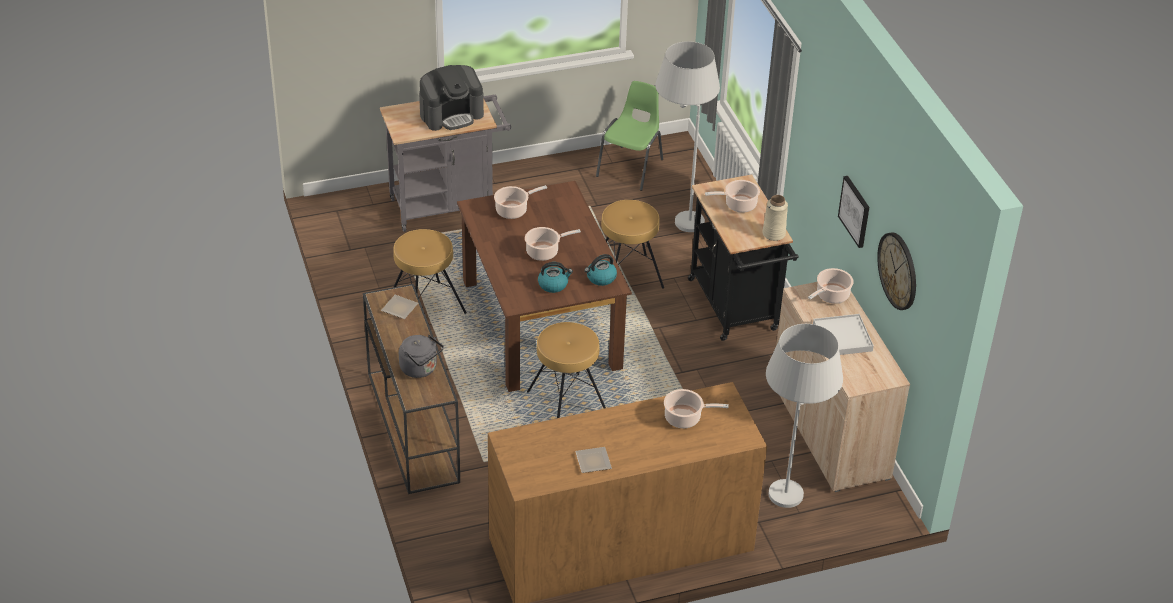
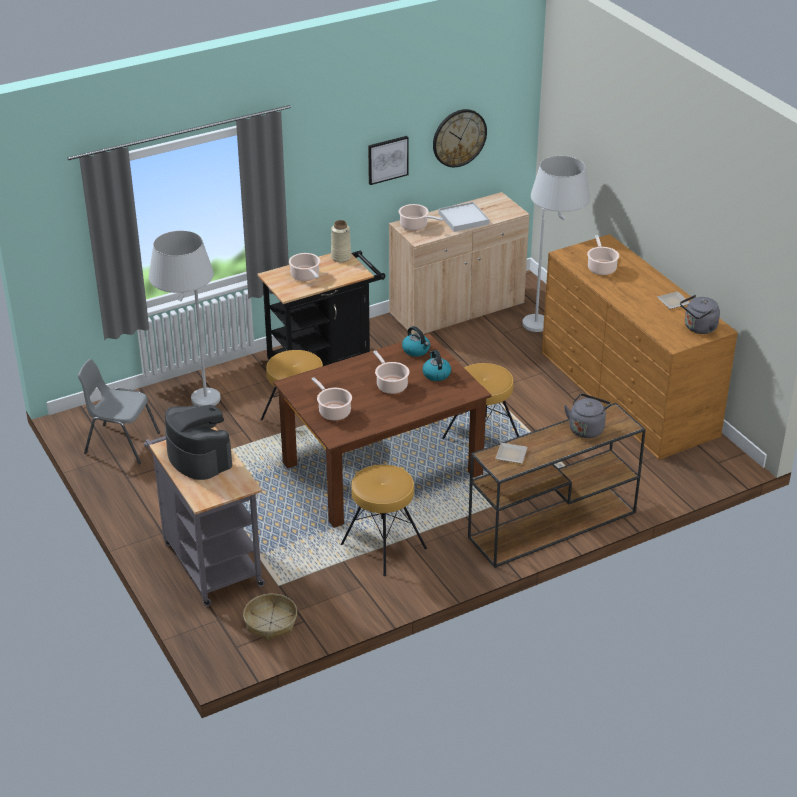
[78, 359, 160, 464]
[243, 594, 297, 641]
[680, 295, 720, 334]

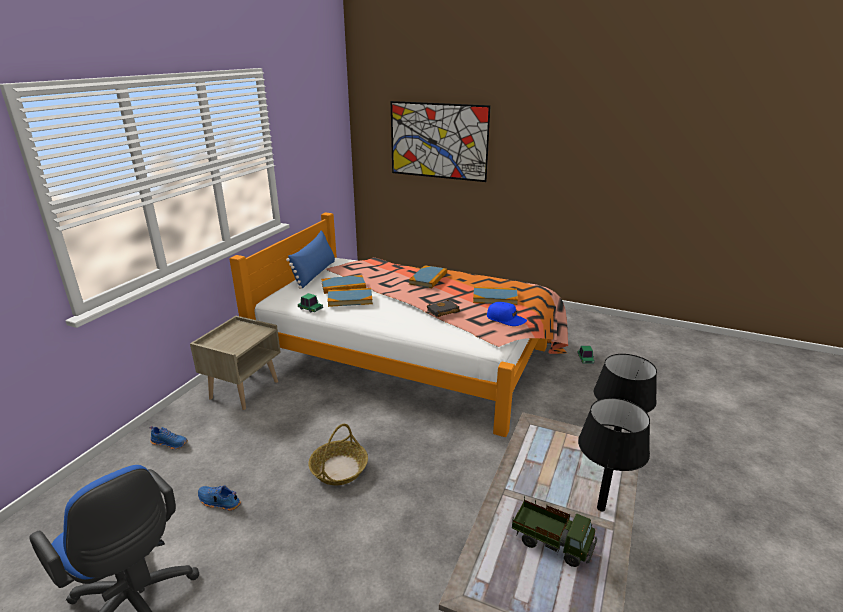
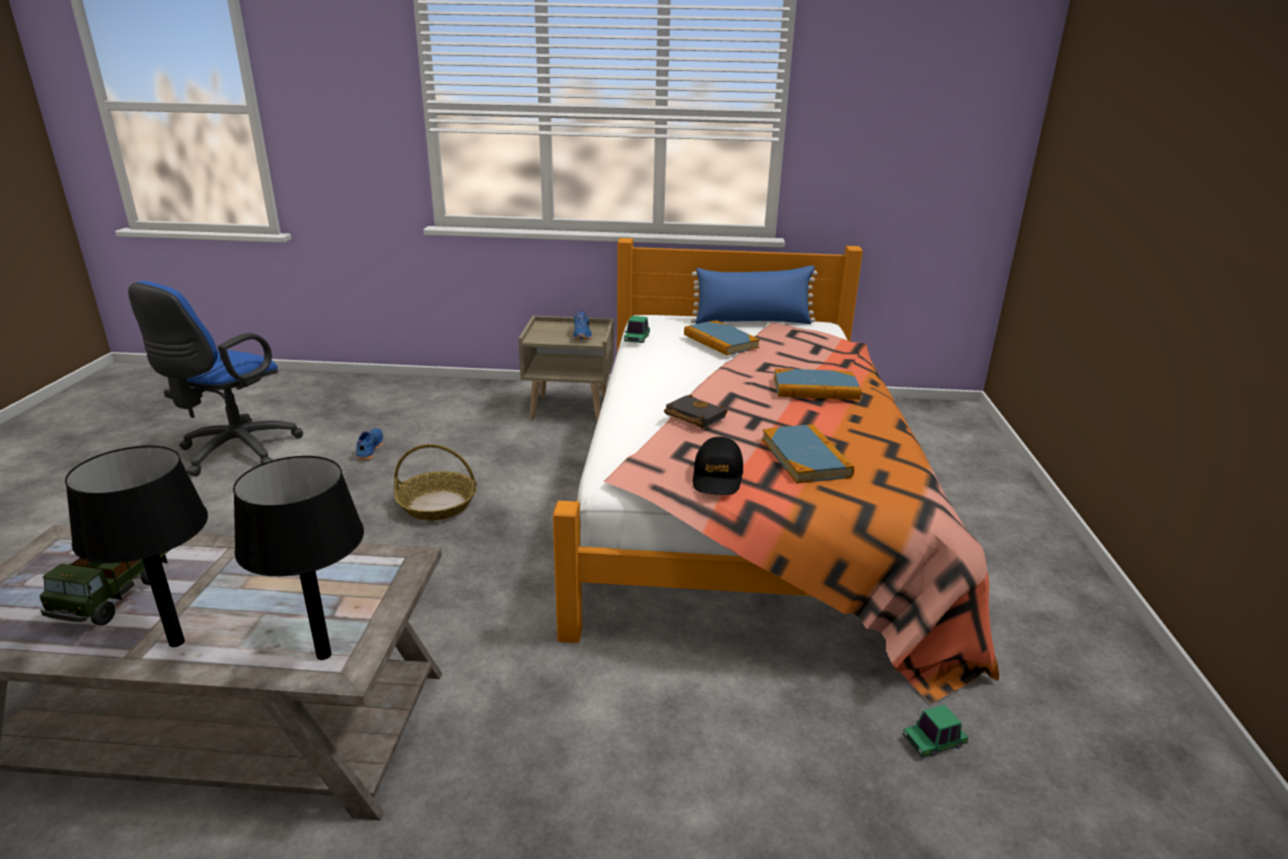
[573, 309, 592, 340]
[328, 288, 373, 307] (first image)
[391, 101, 491, 182] (first image)
[693, 437, 743, 495]

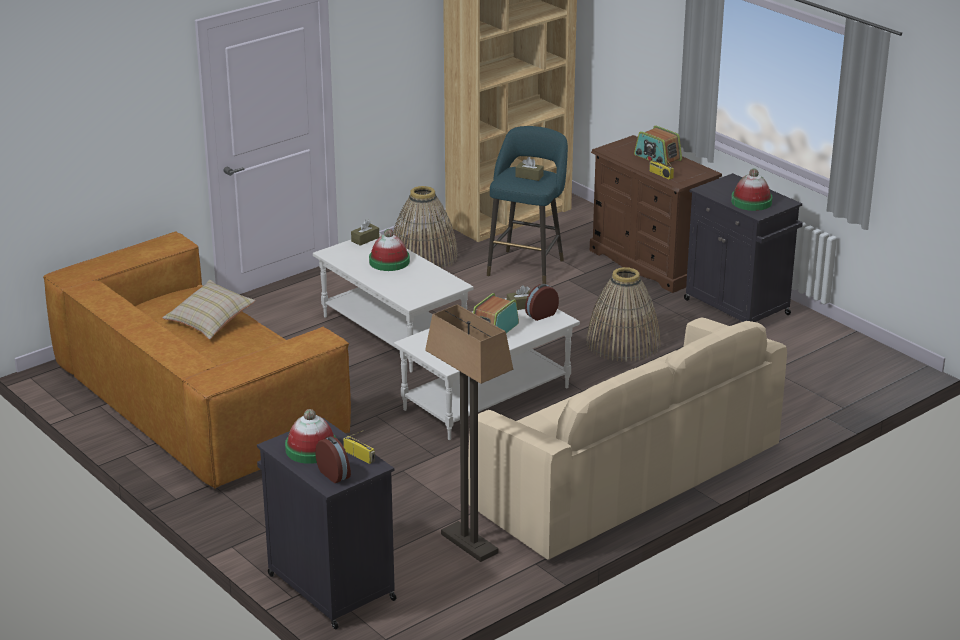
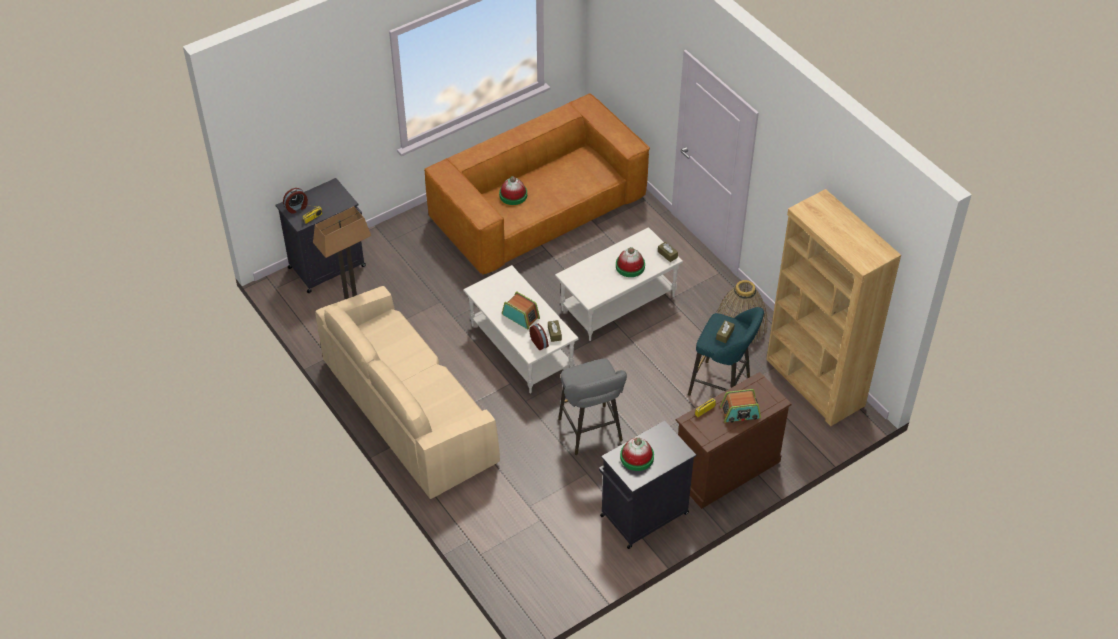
[163, 280, 255, 340] (first image)
[499, 176, 527, 205]
[558, 359, 627, 455]
[720, 389, 761, 423]

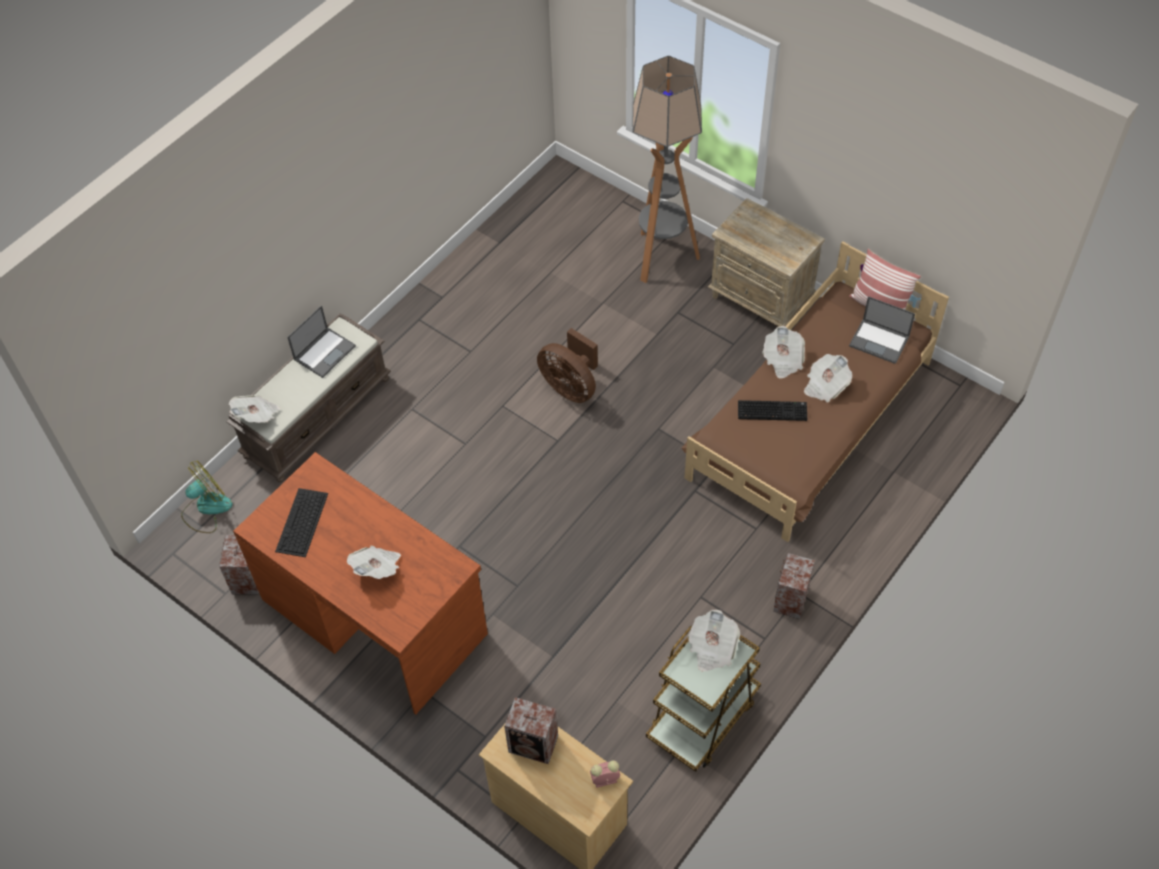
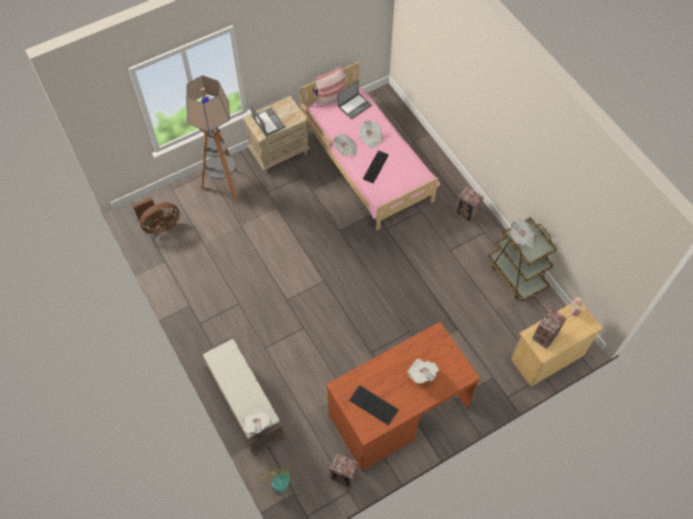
[250, 104, 285, 136]
[133, 197, 180, 234]
[300, 62, 440, 231]

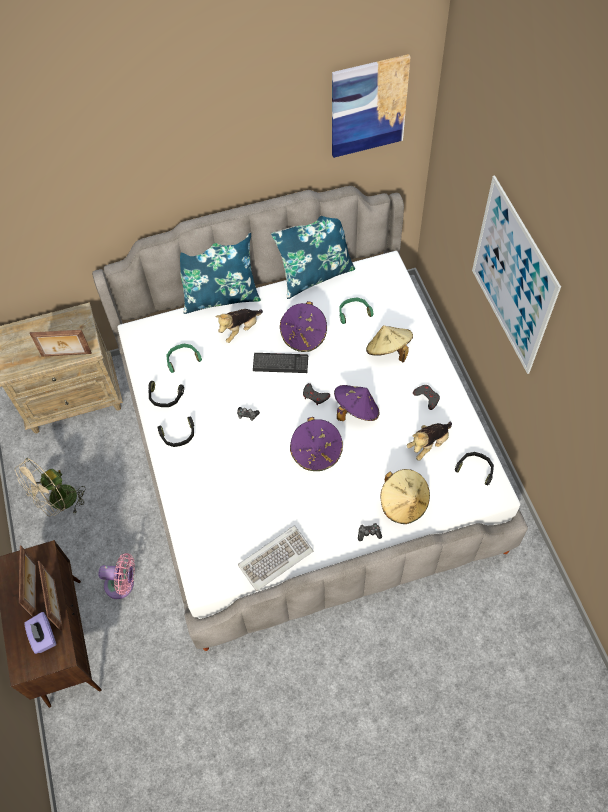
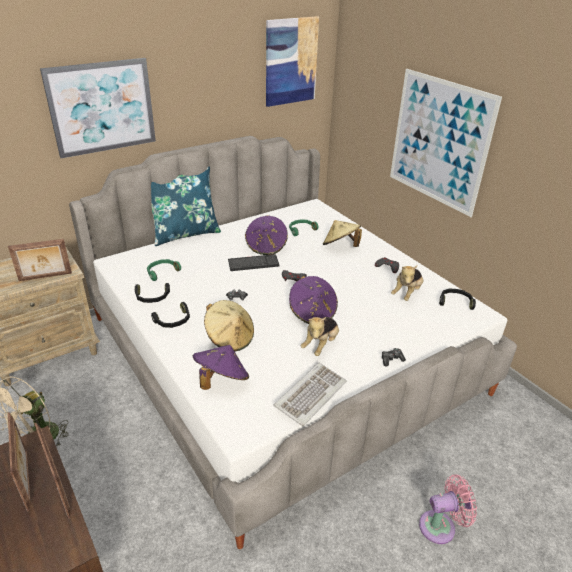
[24, 612, 56, 654] (first image)
[419, 474, 477, 544]
[301, 317, 339, 356]
[271, 216, 355, 299] (first image)
[193, 345, 249, 390]
[204, 300, 254, 352]
[40, 58, 156, 159]

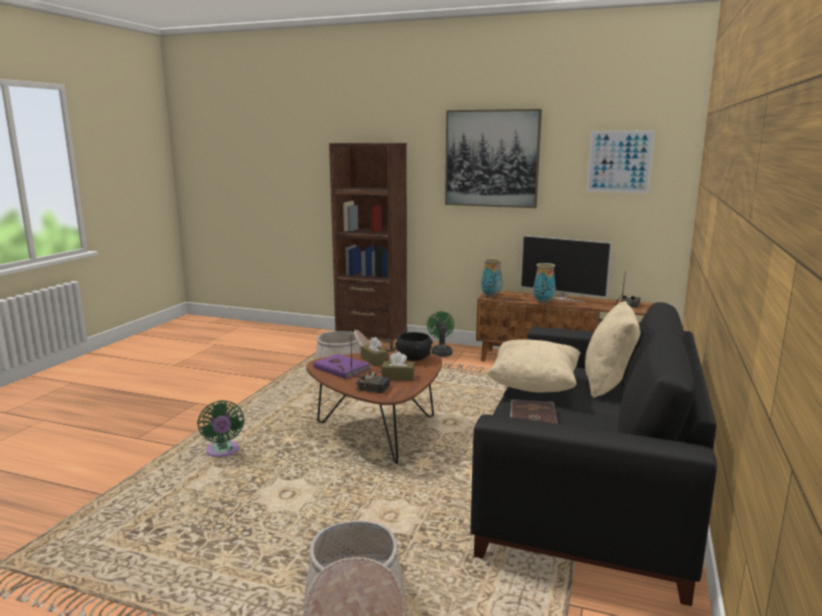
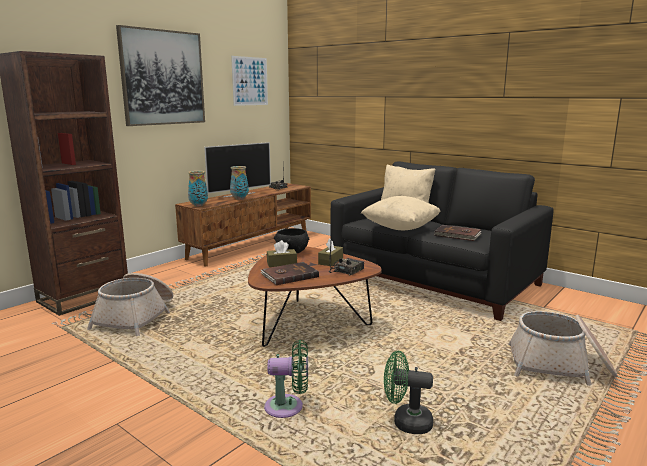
[261, 262, 319, 285]
[384, 351, 433, 434]

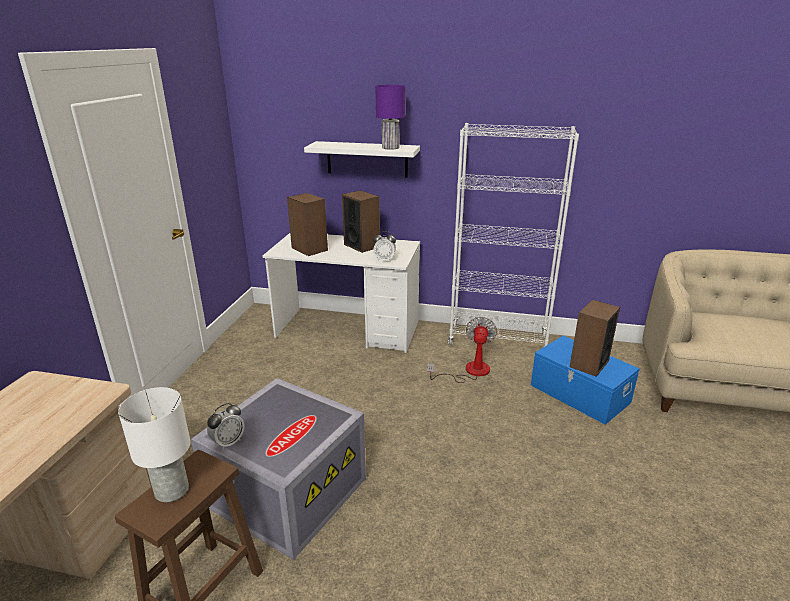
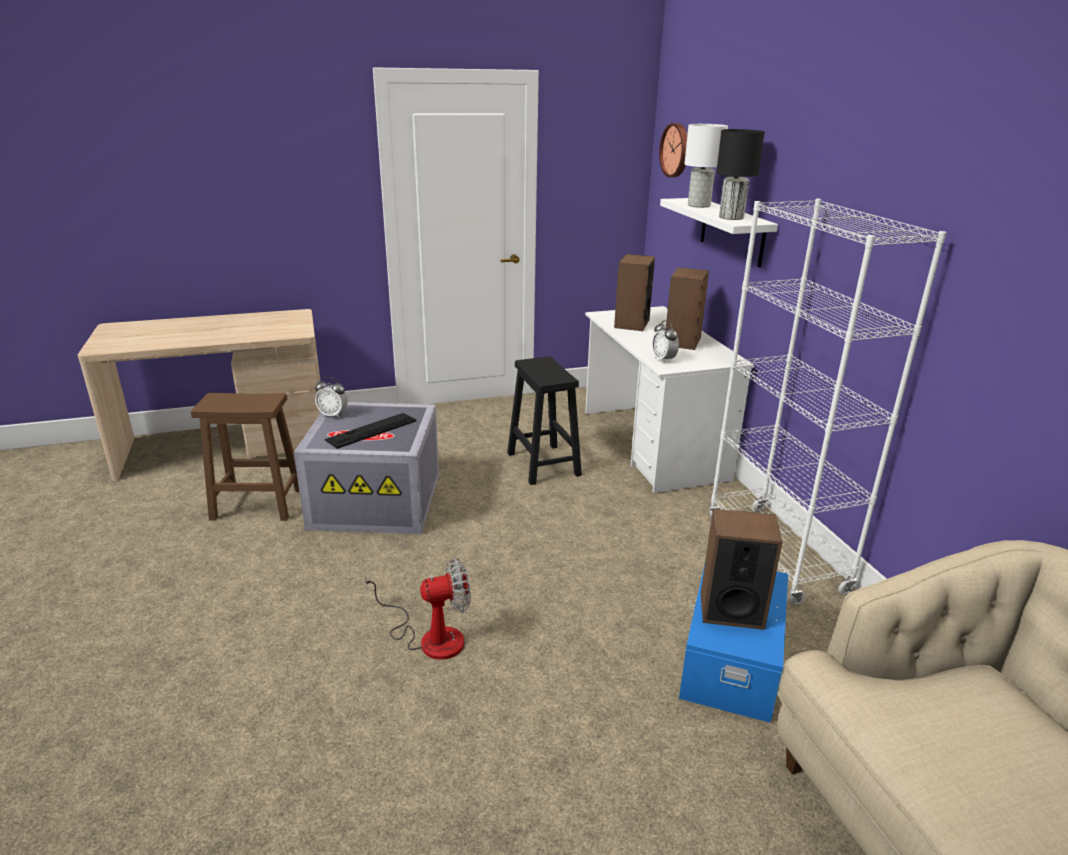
[685, 124, 728, 208]
[716, 129, 765, 220]
[365, 558, 471, 660]
[324, 413, 417, 449]
[507, 356, 582, 485]
[659, 123, 687, 177]

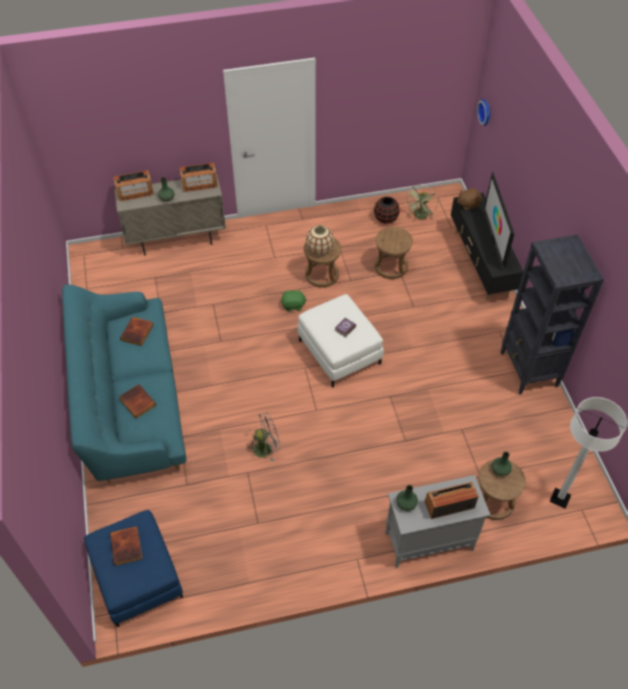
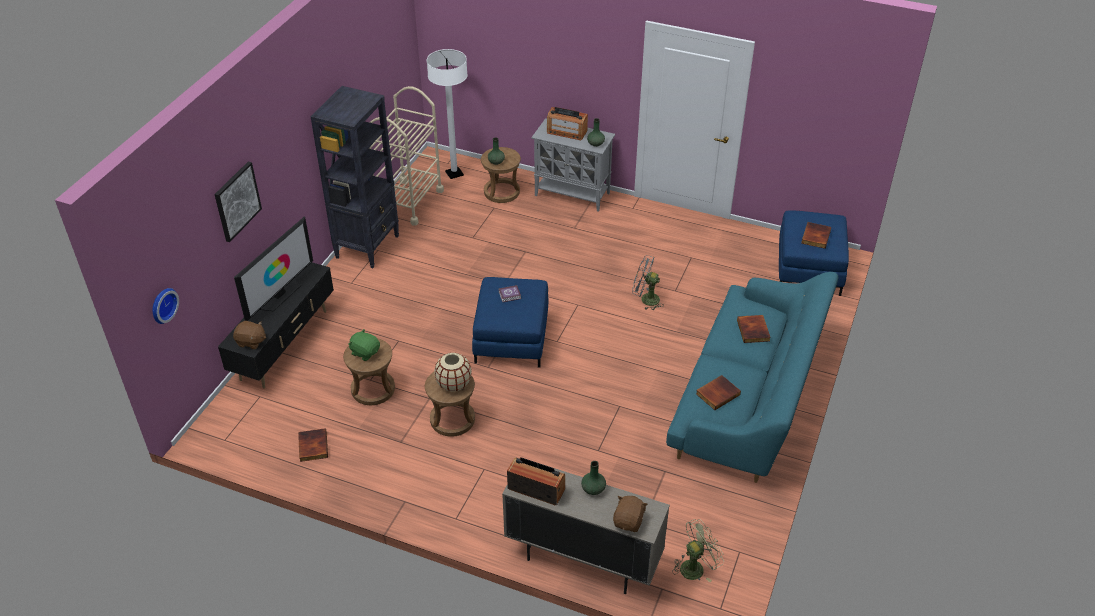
[613, 496, 648, 532]
[348, 329, 380, 361]
[472, 277, 548, 368]
[298, 428, 328, 462]
[672, 519, 724, 582]
[214, 161, 262, 242]
[369, 86, 444, 226]

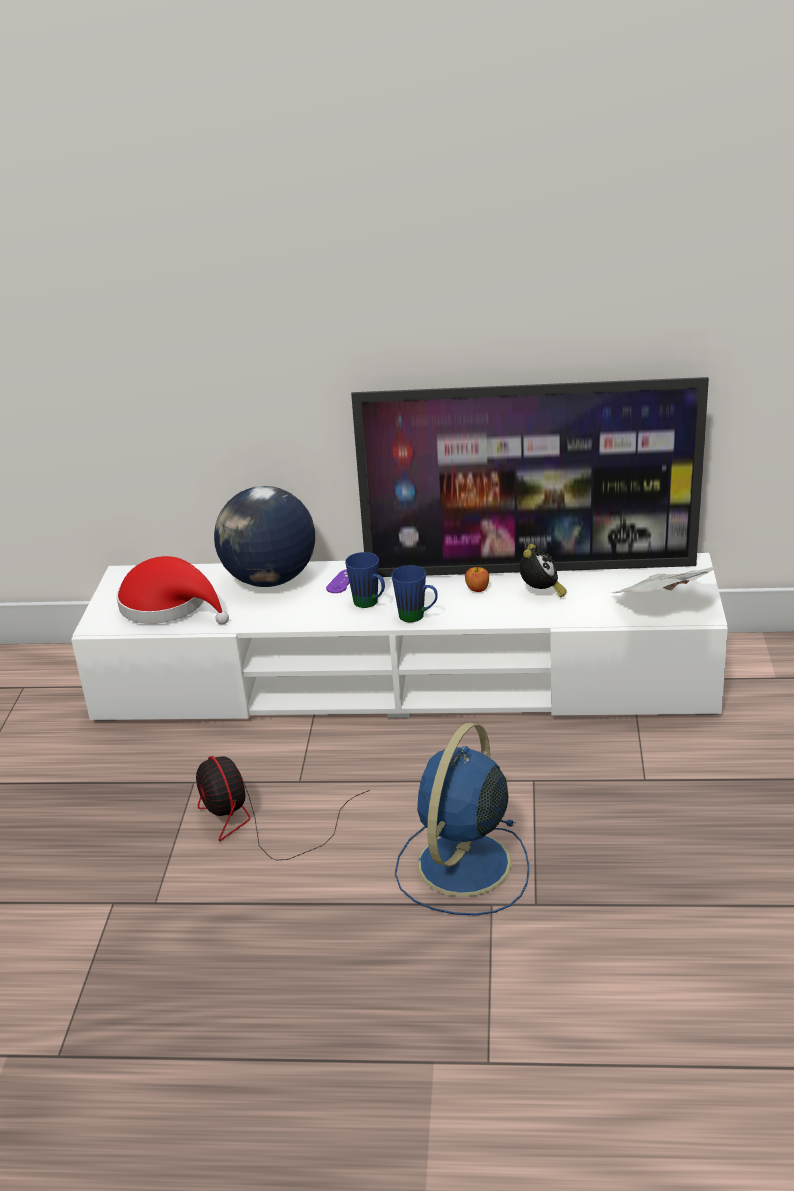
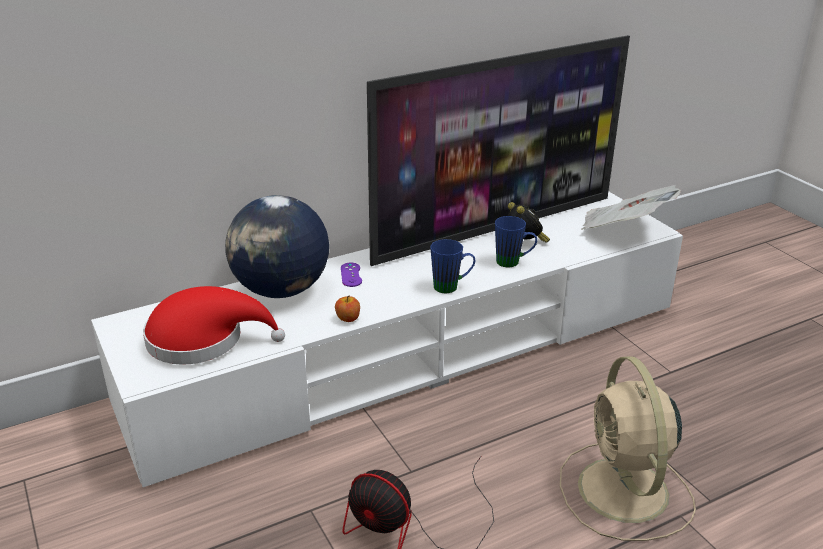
[495, 216, 537, 267]
[560, 356, 696, 541]
[335, 296, 360, 322]

